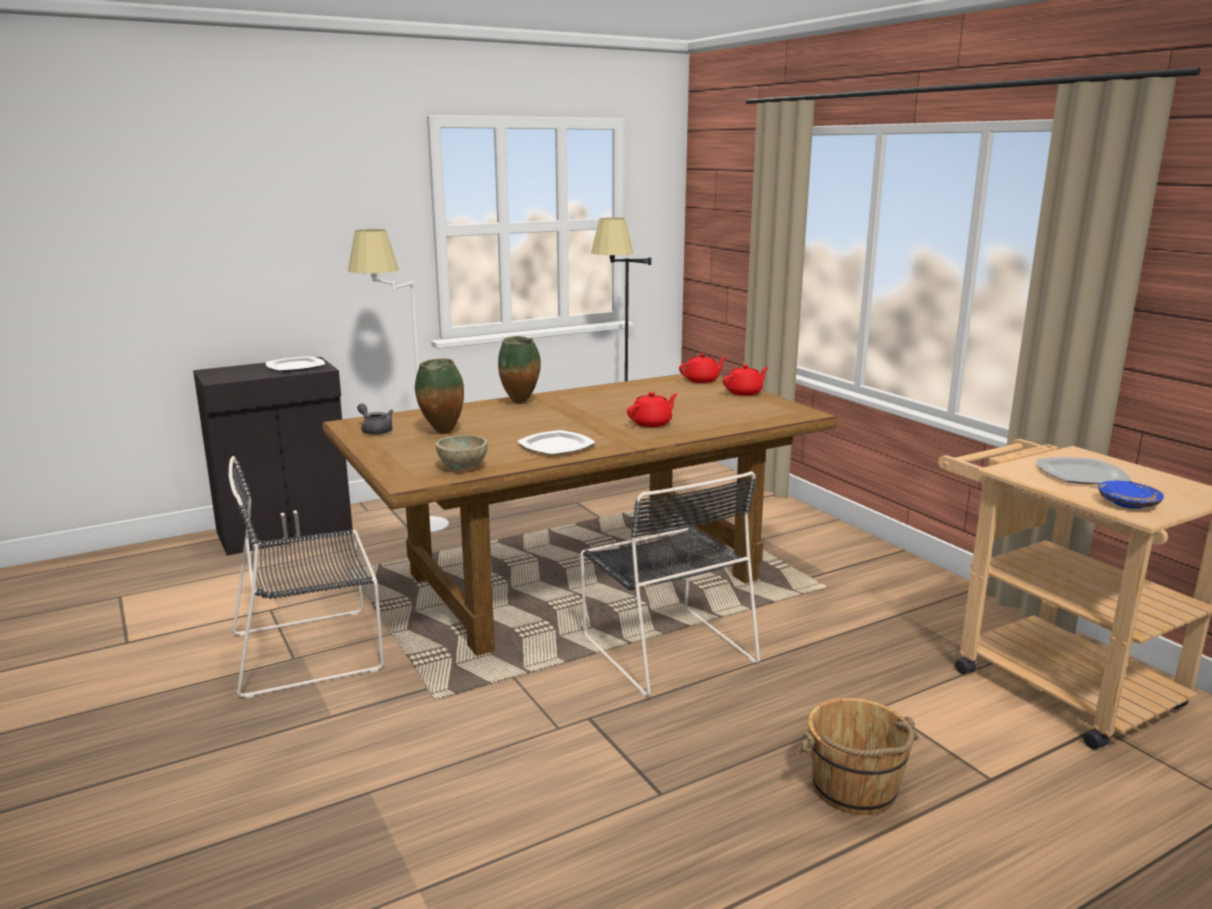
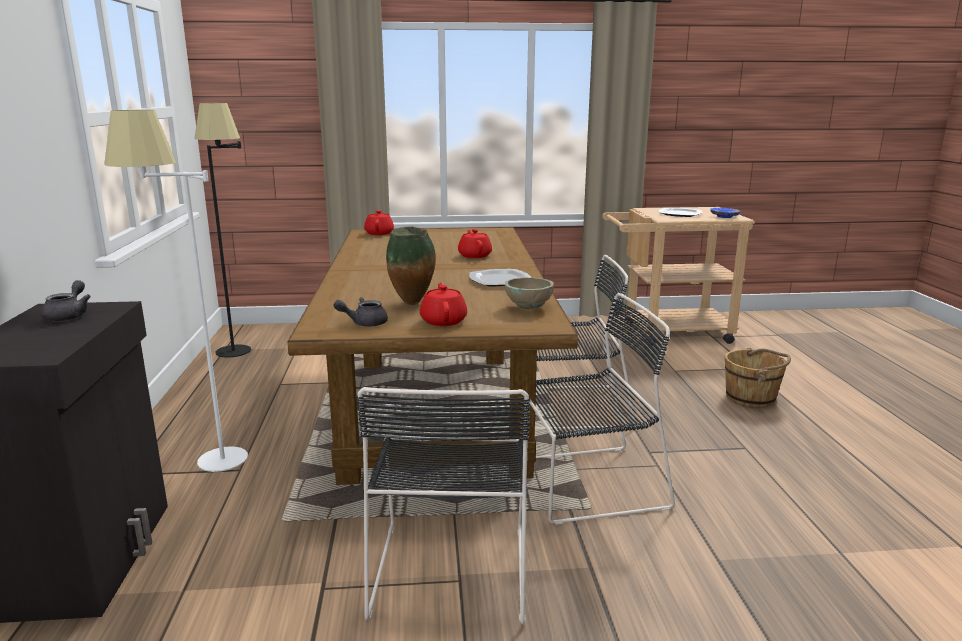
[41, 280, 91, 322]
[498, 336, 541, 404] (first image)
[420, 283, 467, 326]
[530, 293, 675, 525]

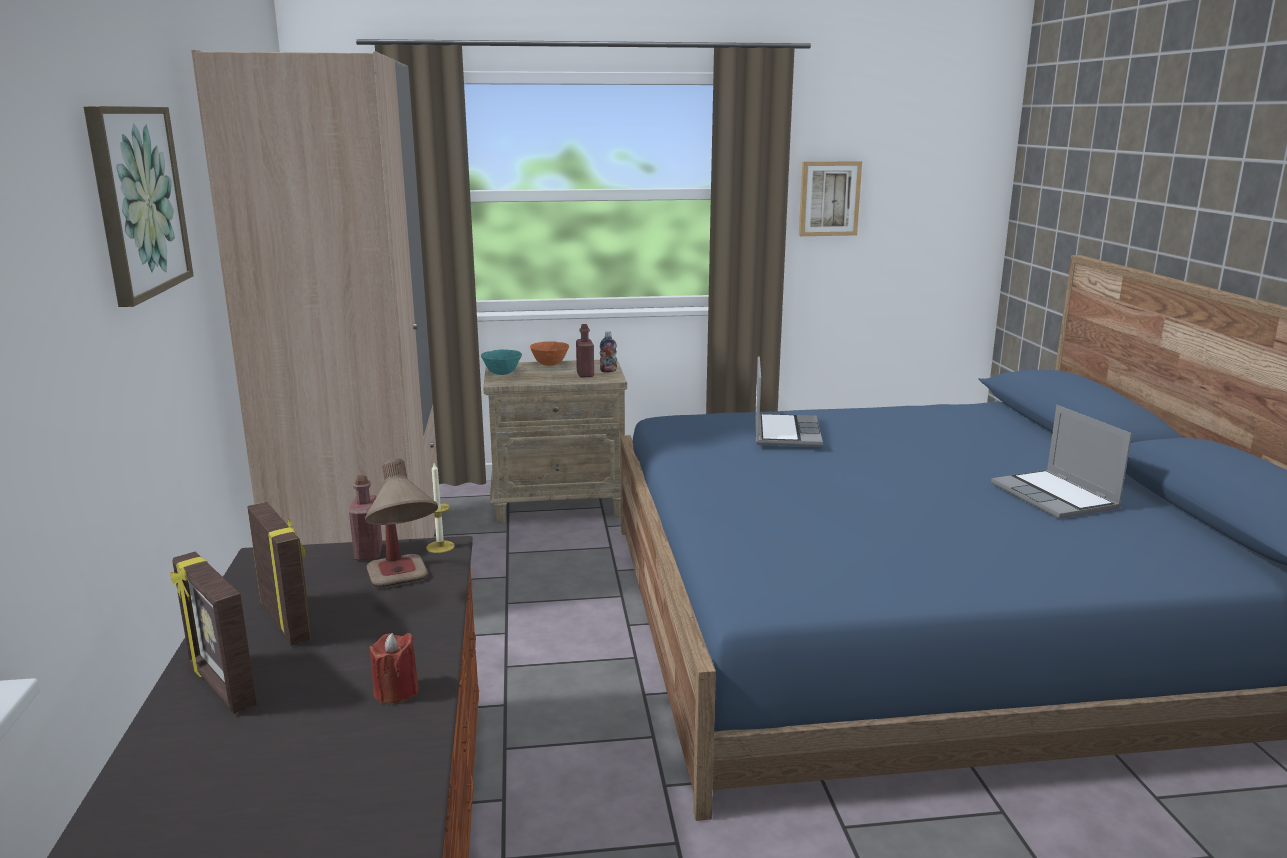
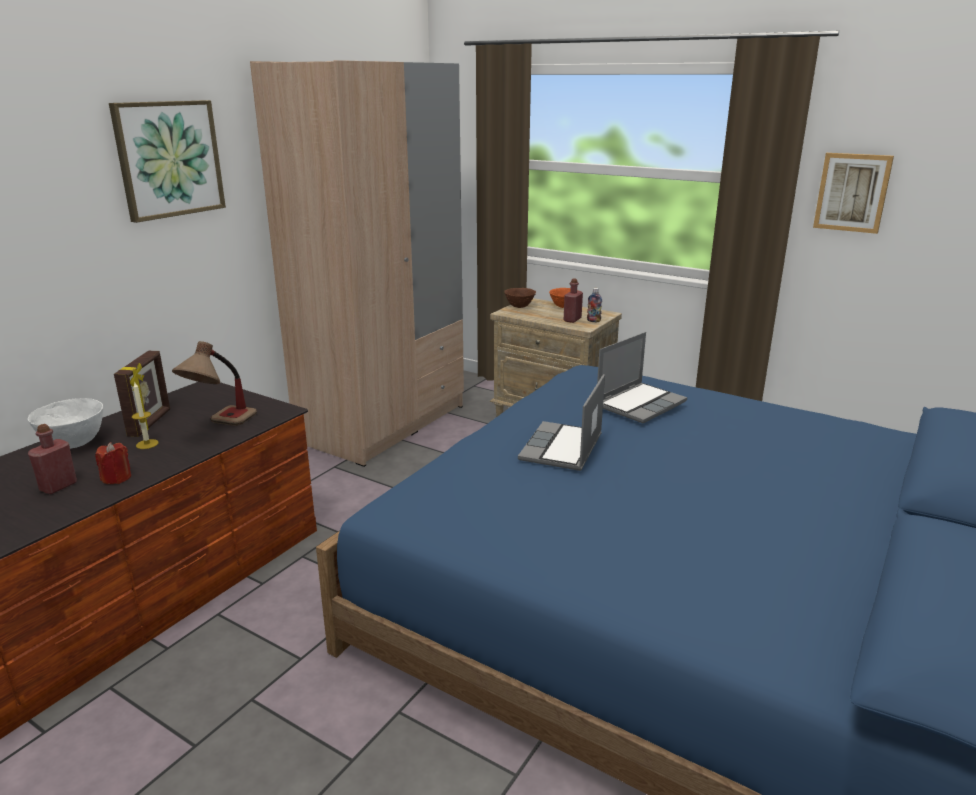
[28, 398, 103, 449]
[28, 424, 77, 494]
[132, 381, 158, 449]
[504, 288, 536, 308]
[518, 374, 605, 471]

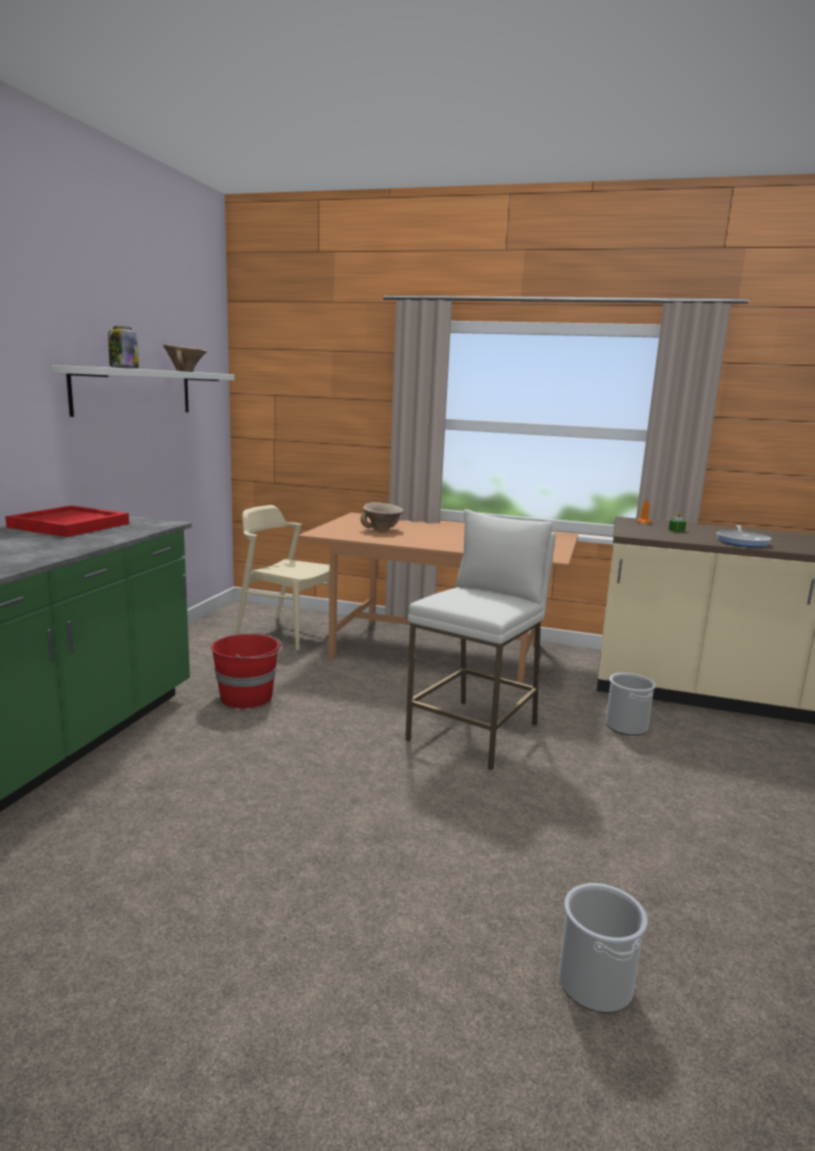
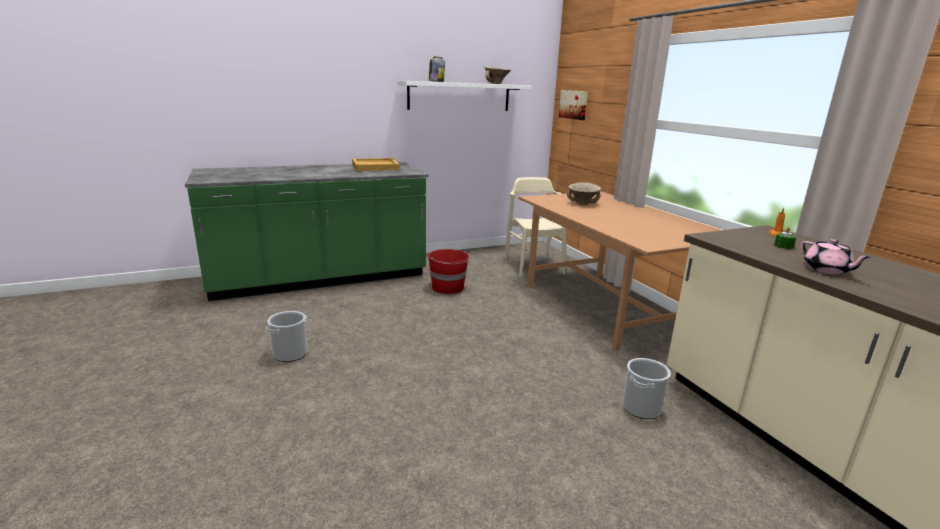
[352, 158, 400, 171]
[405, 509, 556, 770] (first image)
[266, 311, 308, 362]
[801, 239, 871, 275]
[559, 90, 588, 120]

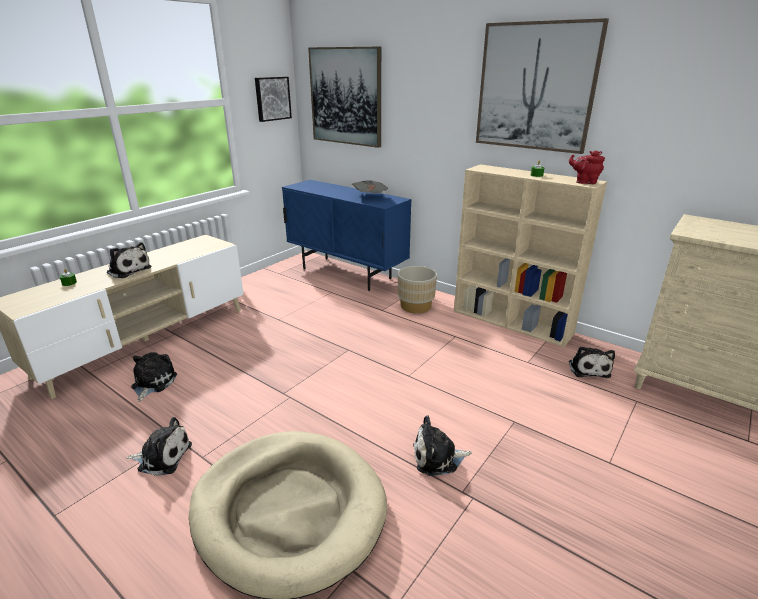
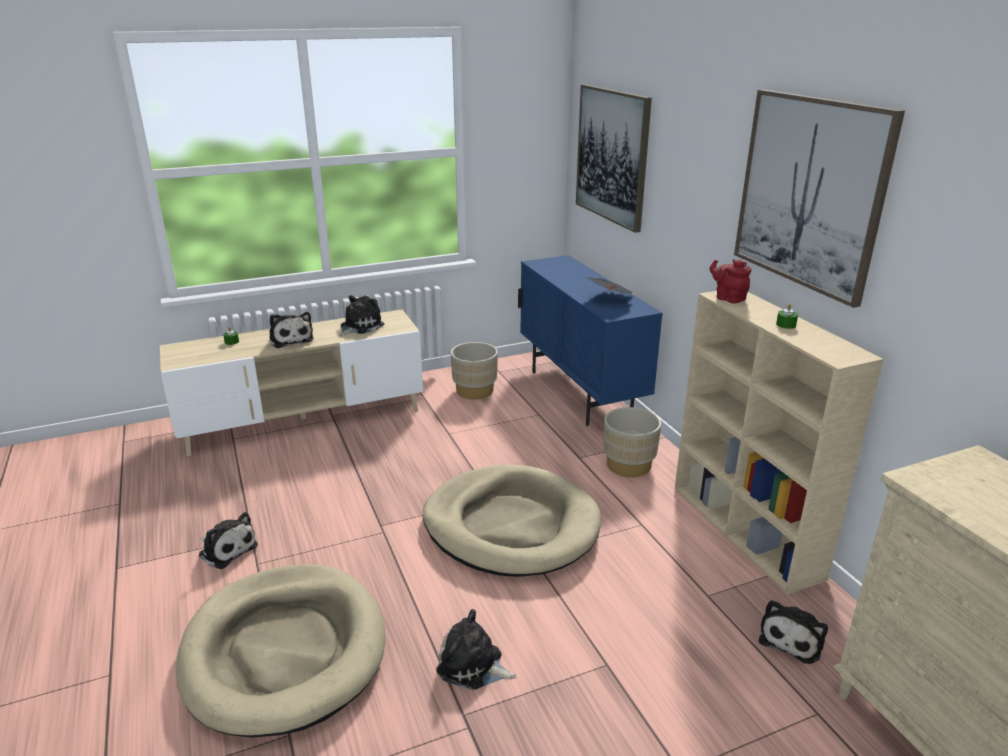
[339, 295, 384, 337]
[255, 77, 292, 122] (first image)
[710, 259, 751, 303]
[423, 465, 601, 577]
[451, 342, 498, 400]

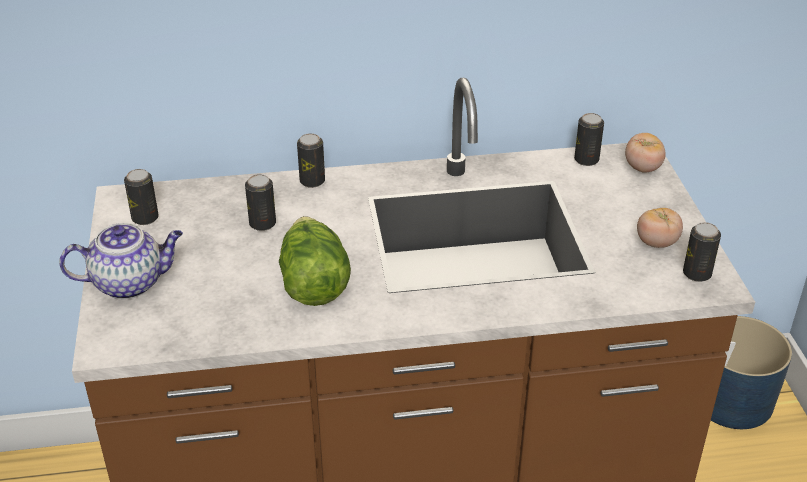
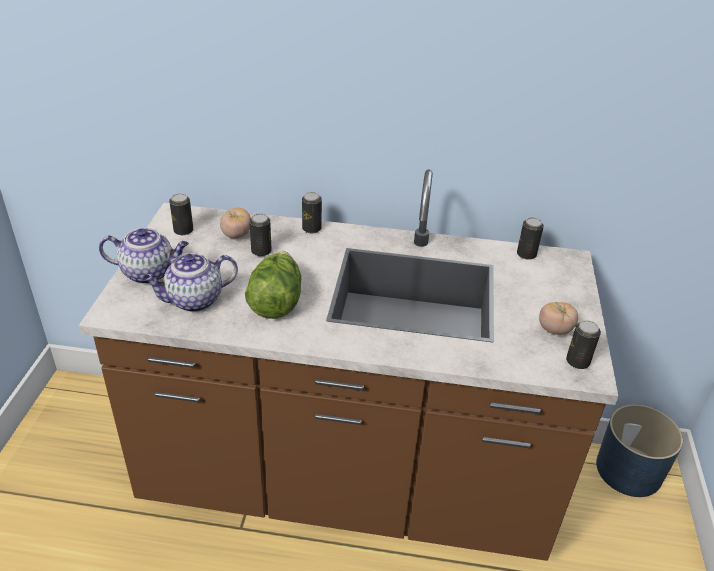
[220, 208, 251, 238]
[142, 253, 238, 312]

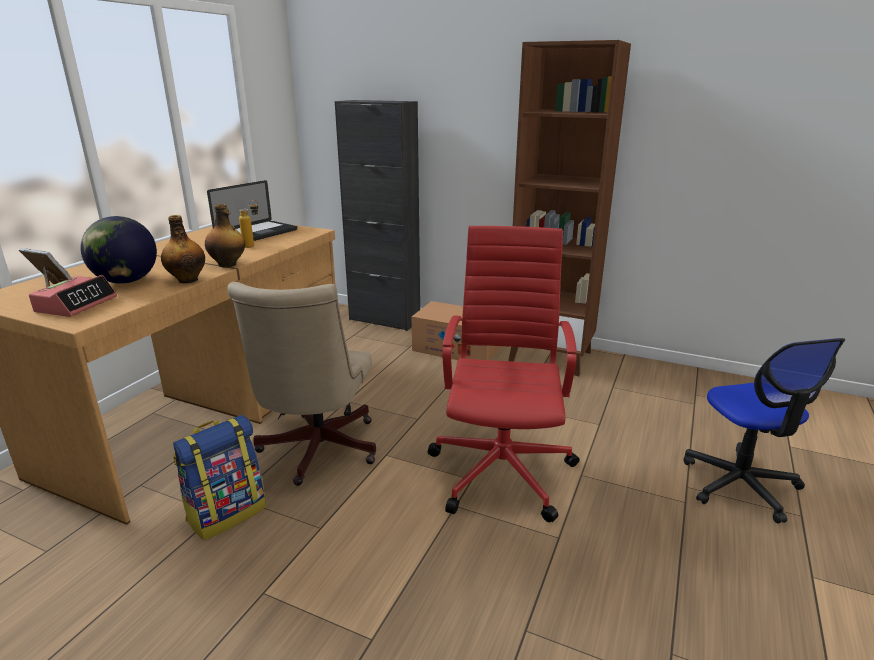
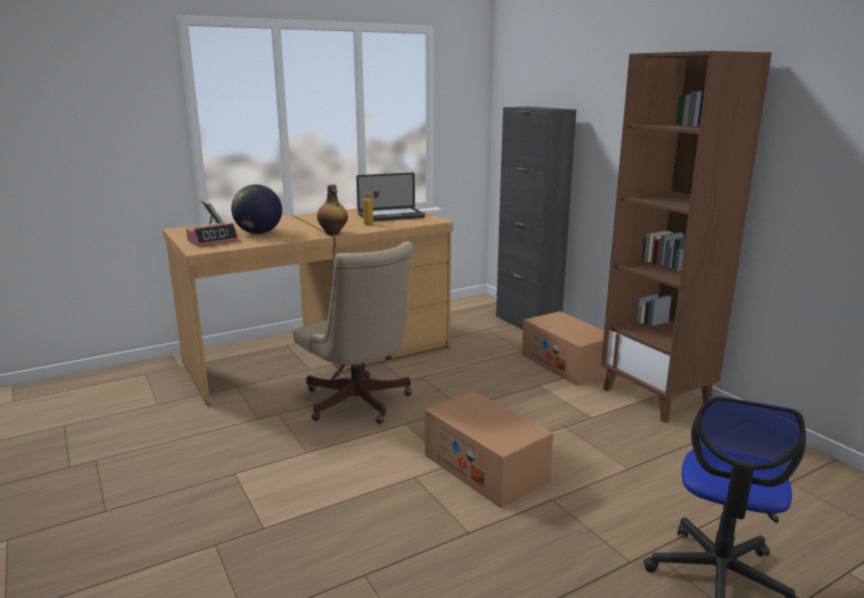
[161, 215, 205, 283] (first image)
[173, 415, 266, 540] (first image)
[293, 241, 413, 424]
[425, 391, 553, 508]

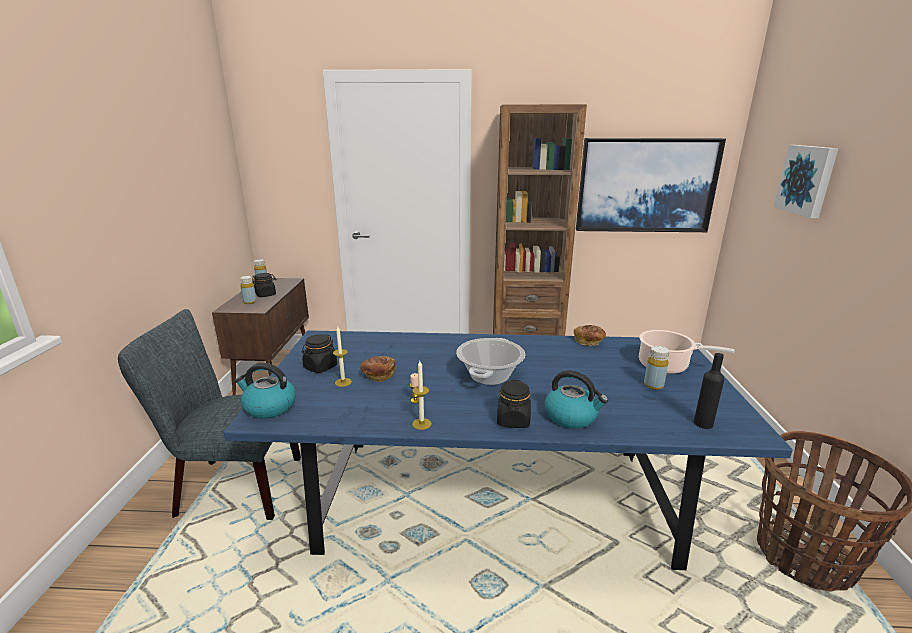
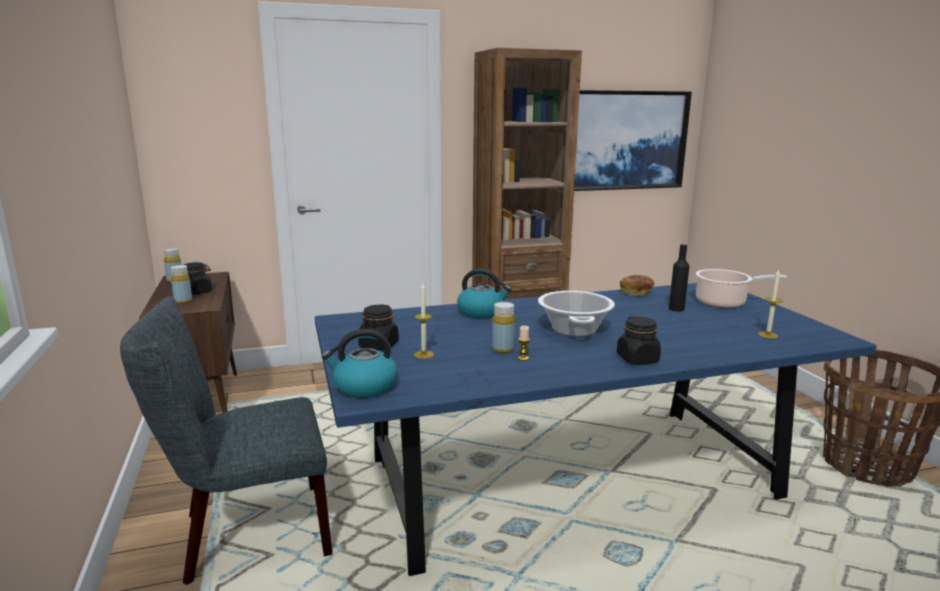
[360, 356, 396, 382] (first image)
[758, 269, 782, 339]
[457, 269, 512, 318]
[492, 302, 515, 353]
[669, 244, 689, 312]
[774, 145, 838, 218] (first image)

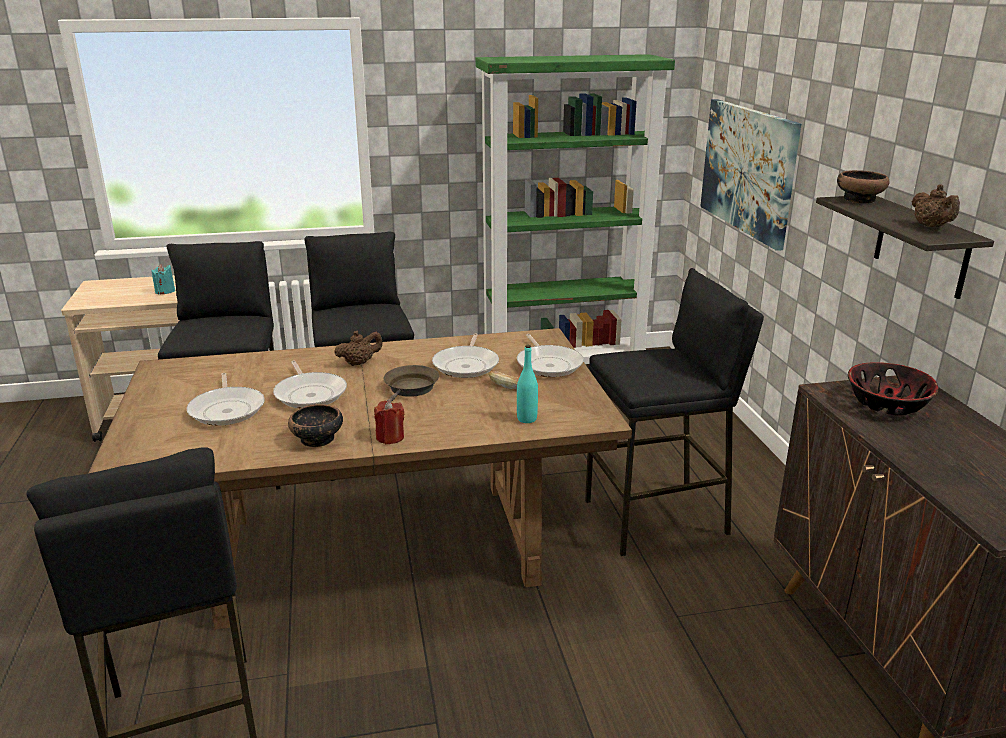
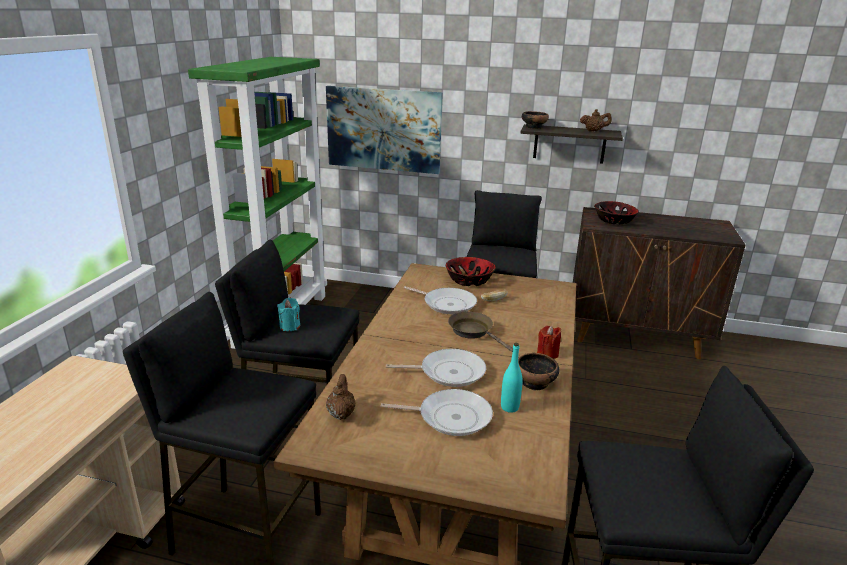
[277, 298, 300, 331]
[326, 374, 355, 420]
[446, 257, 496, 286]
[501, 343, 523, 413]

